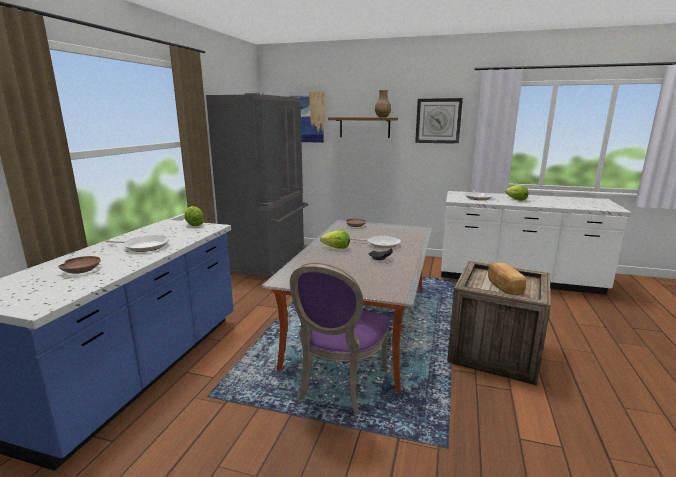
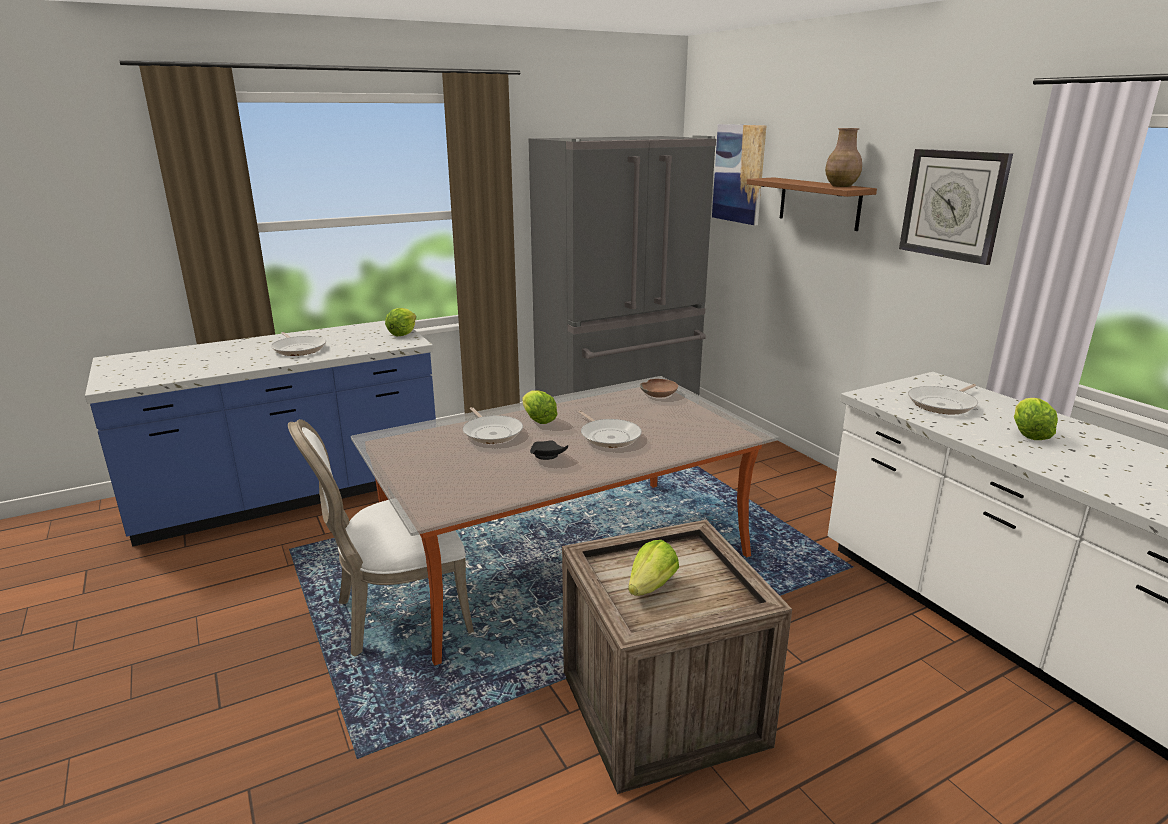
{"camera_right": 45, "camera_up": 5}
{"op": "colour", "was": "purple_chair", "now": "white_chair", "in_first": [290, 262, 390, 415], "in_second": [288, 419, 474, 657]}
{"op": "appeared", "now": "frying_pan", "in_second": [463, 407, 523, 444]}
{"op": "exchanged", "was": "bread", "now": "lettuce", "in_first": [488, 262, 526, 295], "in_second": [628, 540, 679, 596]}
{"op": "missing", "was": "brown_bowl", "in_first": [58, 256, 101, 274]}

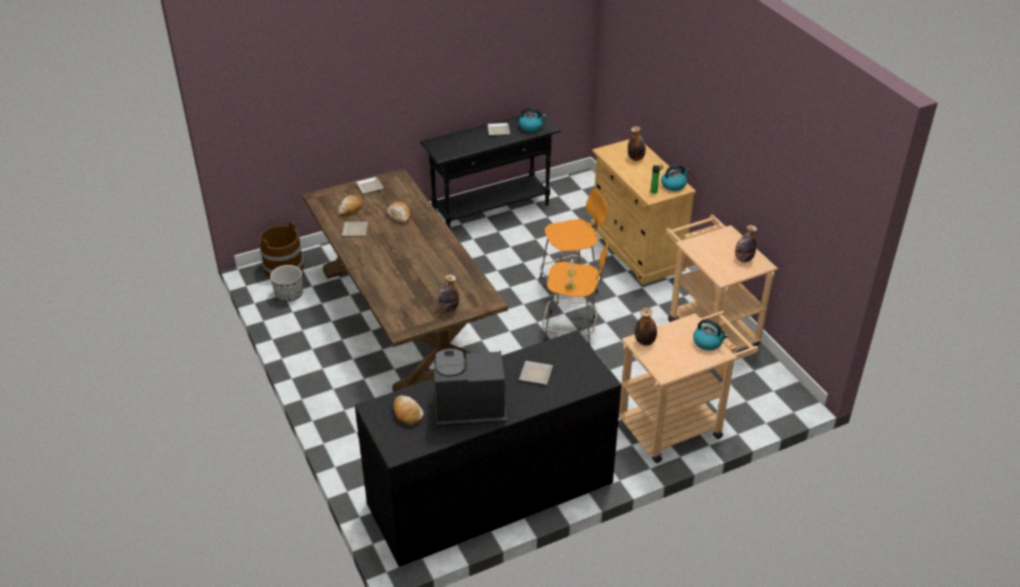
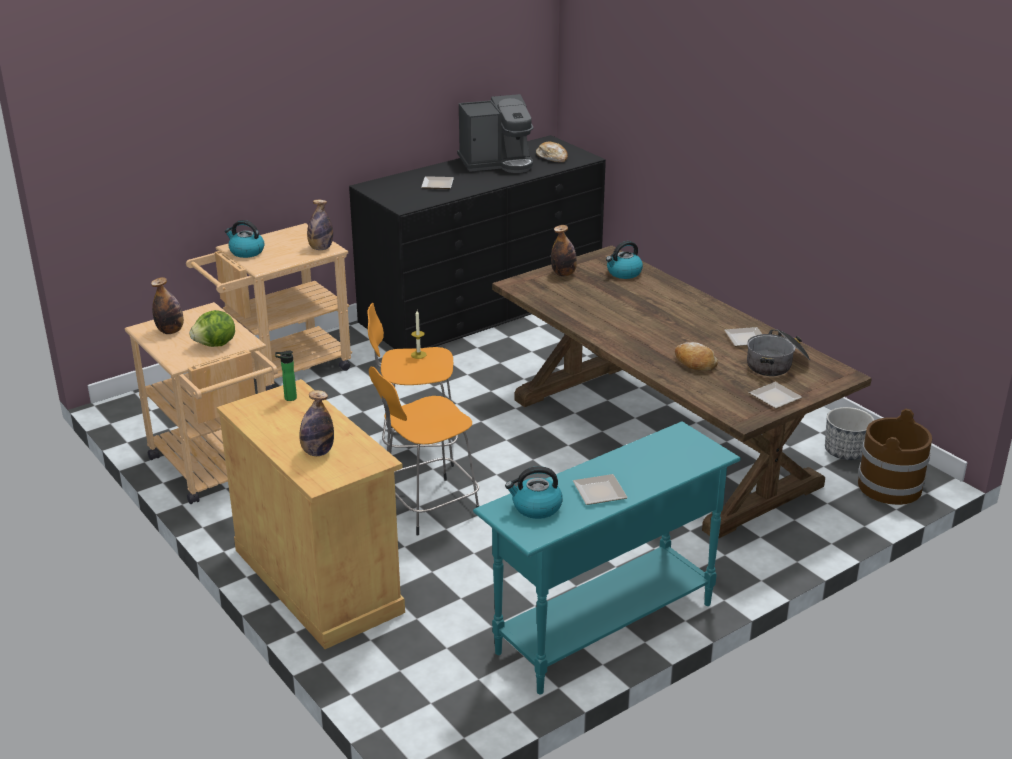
{"camera_right": 170, "camera_up": -10}
{"op": "appeared", "now": "lettuce", "in_second": [189, 310, 235, 347]}
{"op": "colour", "was": "black_console_table", "now": "turquoise_console_table", "in_first": [420, 110, 561, 228], "in_second": [473, 421, 741, 694]}
{"op": "relocated", "was": "kettle", "in_first": [661, 164, 690, 191], "in_second": [606, 241, 643, 279]}
{"op": "exchanged", "was": "bread", "now": "cooking_pot", "in_first": [338, 195, 363, 216], "in_second": [747, 329, 810, 376]}

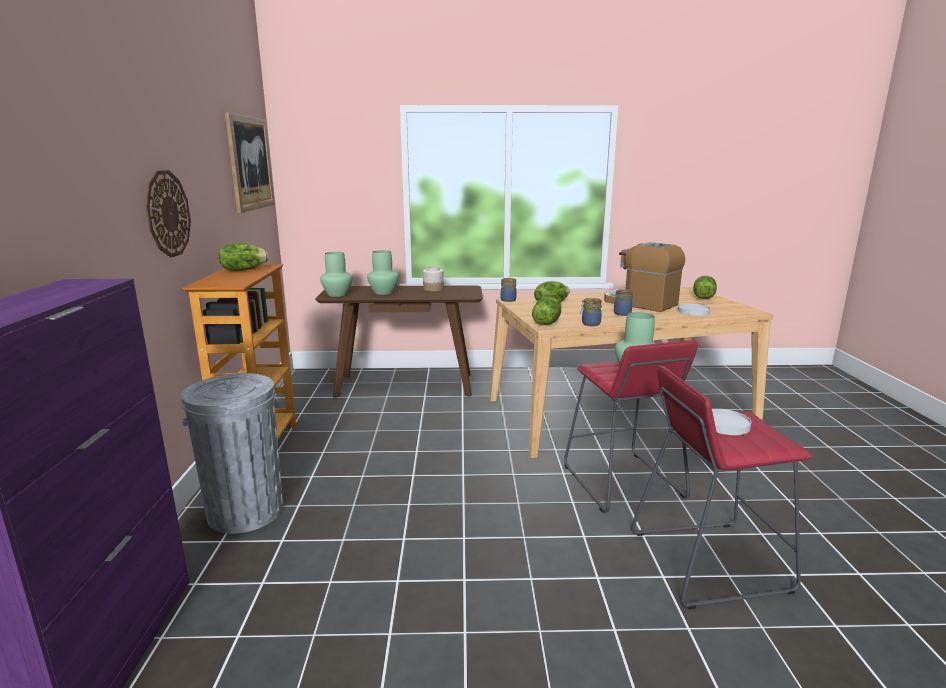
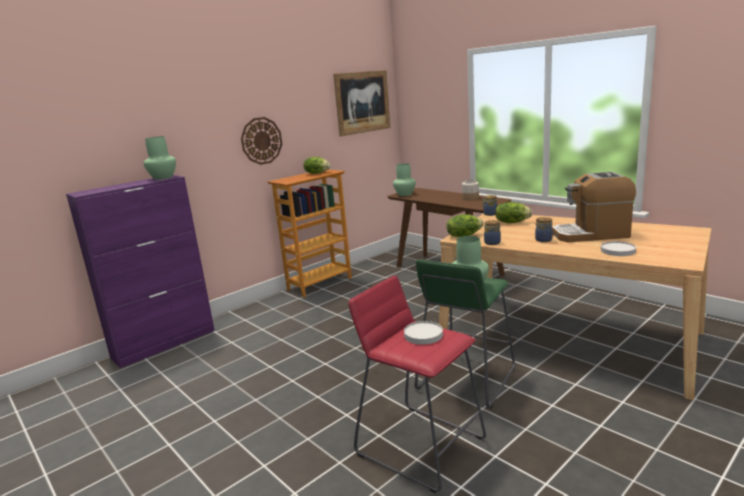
{"camera_right": 50, "camera_up": 0}
{"op": "relocated", "was": "green_vase", "in_first": [367, 250, 399, 295], "in_second": [144, 136, 176, 180]}
{"op": "colour", "was": "red_stool", "now": "green_stool", "in_first": [564, 340, 698, 513], "in_second": [414, 260, 515, 409]}
{"op": "spun", "was": "coffee_machine", "in_first": [604, 242, 685, 312], "in_second": [552, 172, 636, 242], "clockwise": -90}
{"op": "missing", "was": "grey_trash_can", "in_first": [181, 373, 283, 534]}
{"op": "missing", "was": "lettuce", "in_first": [693, 276, 717, 299]}

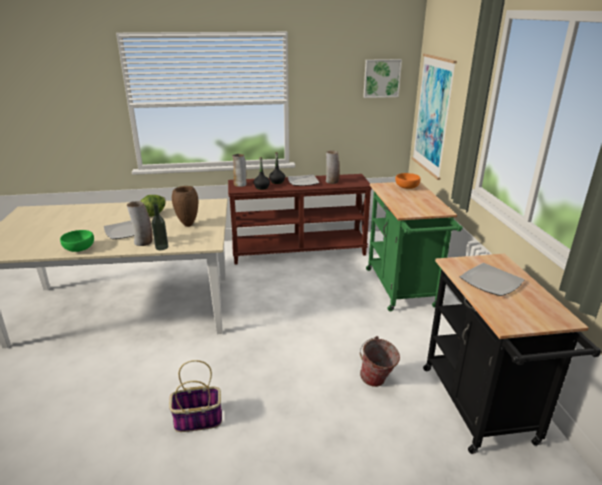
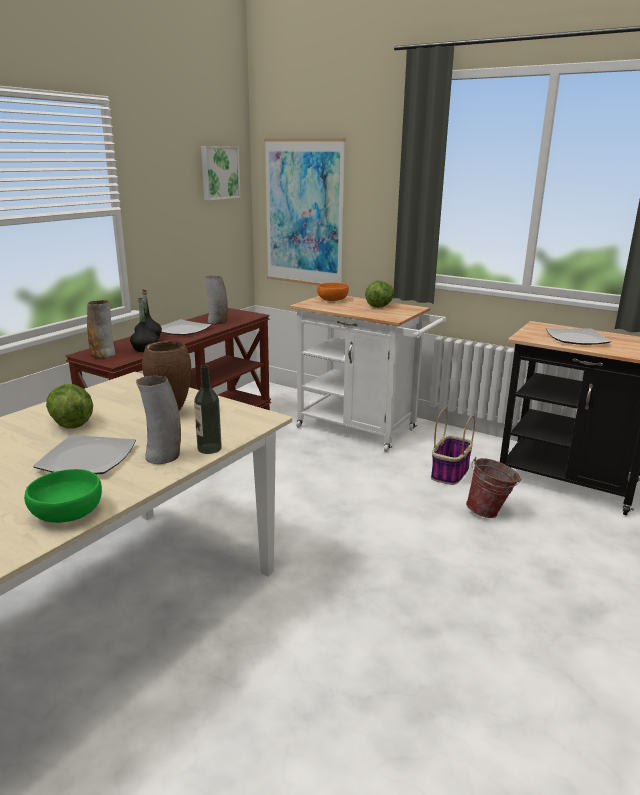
{"camera_right": -50, "camera_up": -5}
{"op": "colour", "was": "green_cart", "now": "white_cart", "in_first": [366, 182, 463, 311], "in_second": [290, 296, 446, 452]}
{"op": "appeared", "now": "lettuce", "in_second": [365, 281, 394, 308]}
{"op": "relocated", "was": "basket", "in_first": [169, 360, 222, 432], "in_second": [431, 409, 475, 485]}

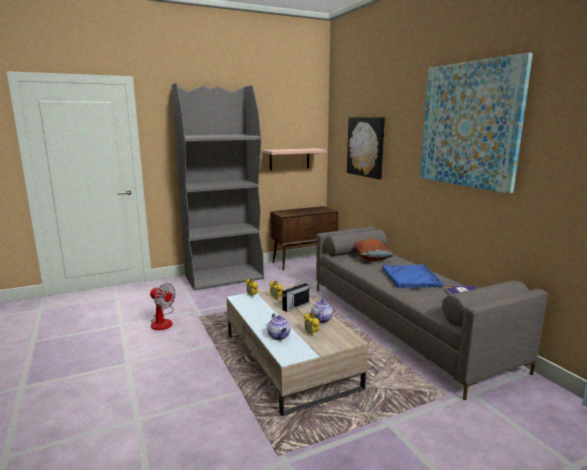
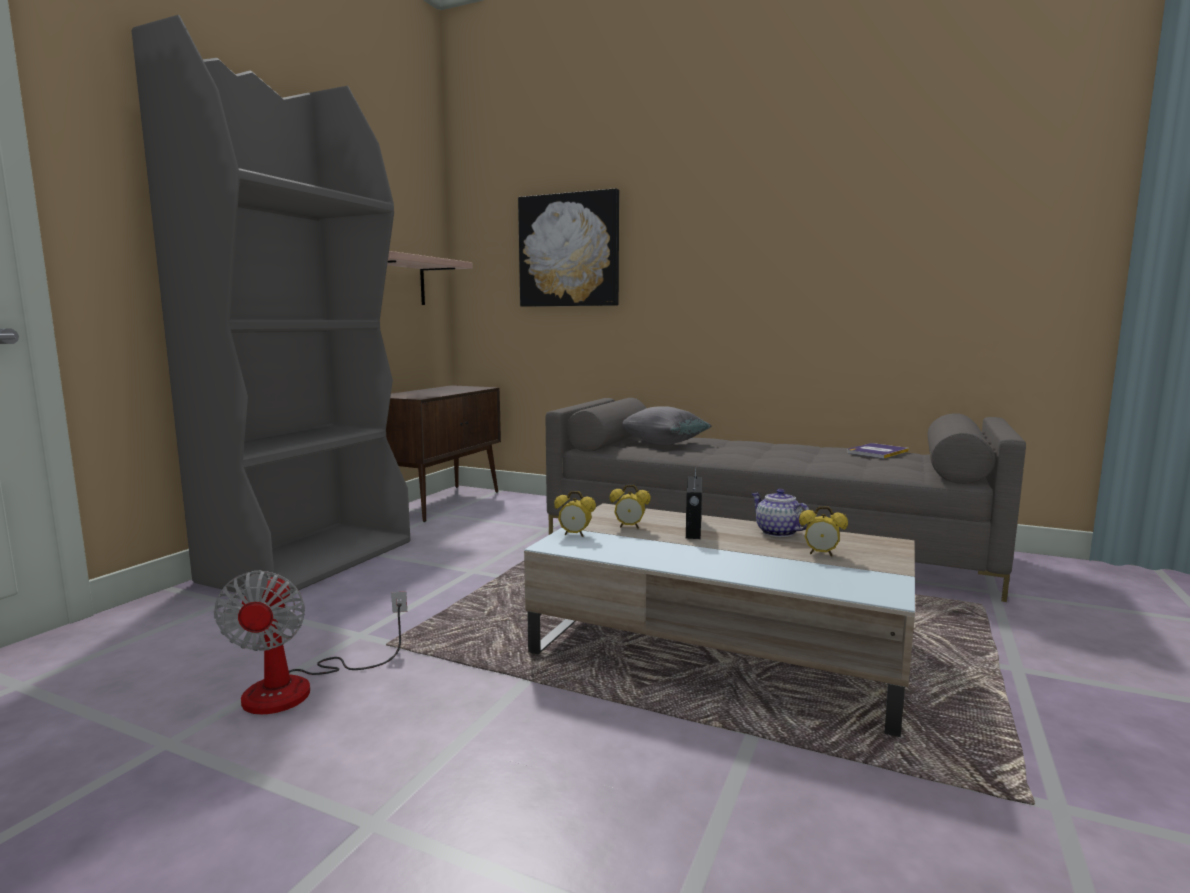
{"camera_right": -40, "camera_up": -5}
{"op": "spun", "was": "fan", "in_first": [150, 283, 176, 330], "in_second": [214, 570, 407, 715], "clockwise": 90}
{"op": "colour", "was": "brown_pillow", "now": "grey_pillow", "in_first": [354, 239, 395, 261], "in_second": [623, 406, 712, 445]}
{"op": "missing", "was": "teapot", "in_first": [267, 313, 291, 340]}
{"op": "missing", "was": "blue_tray", "in_first": [382, 264, 443, 288]}
{"op": "missing", "was": "picture", "in_first": [420, 53, 533, 194]}

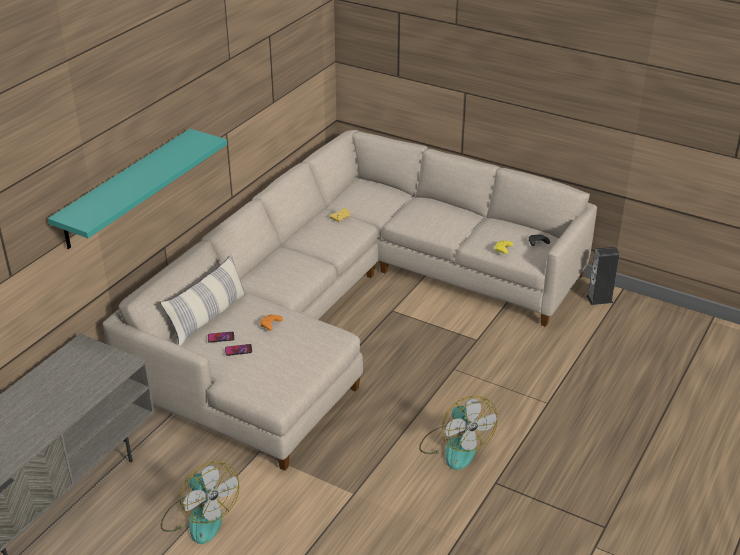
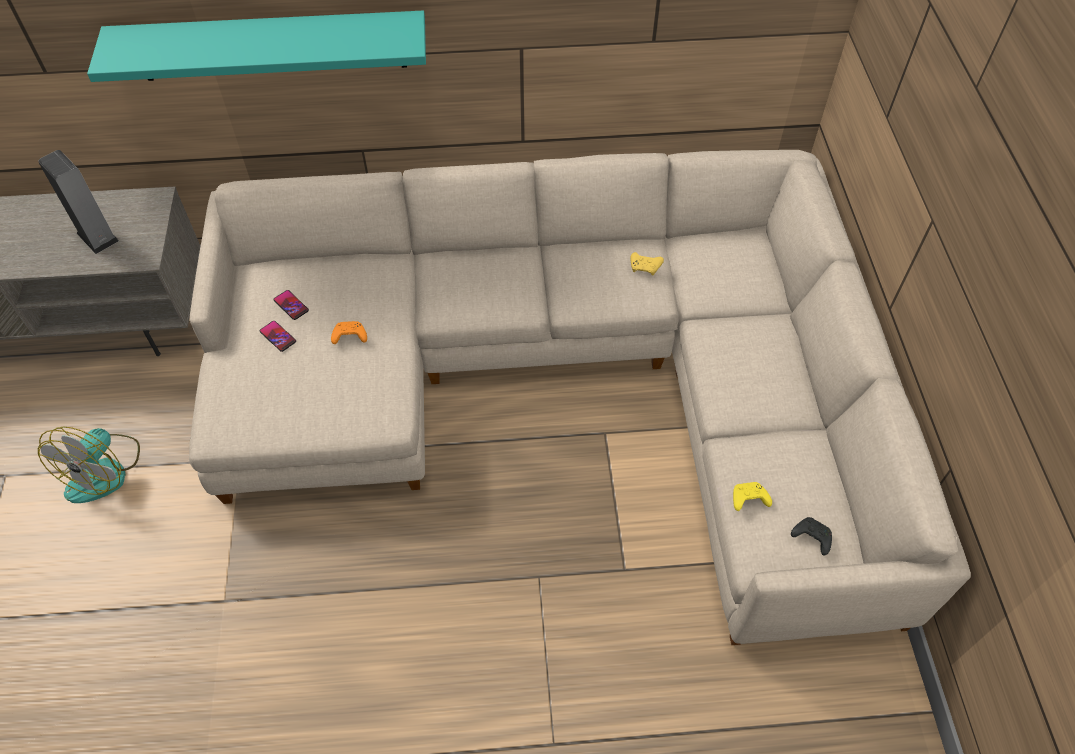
{"camera_right": 55, "camera_up": 20}
{"op": "relocated", "was": "speaker", "in_first": [586, 247, 620, 305], "in_second": [38, 150, 119, 254]}
{"op": "missing", "was": "pillow", "in_first": [161, 254, 247, 346]}
{"op": "missing", "was": "fan", "in_first": [419, 396, 497, 470]}

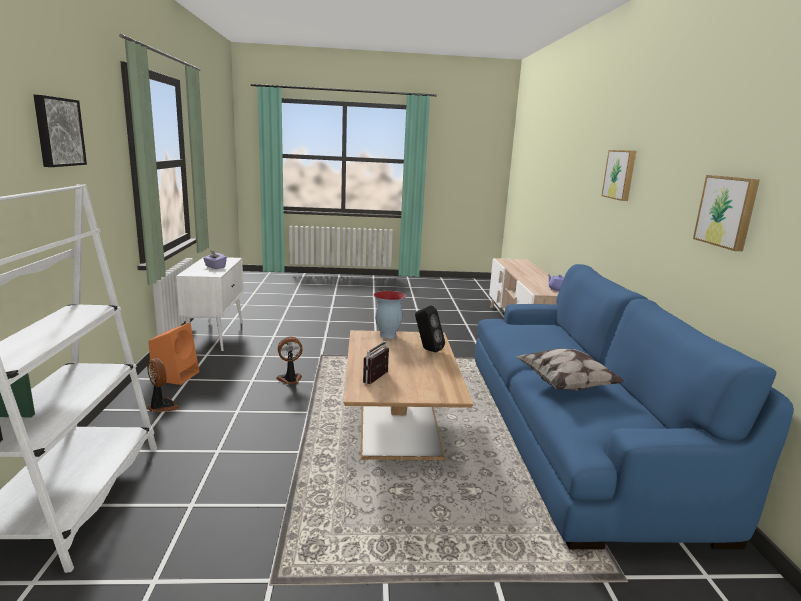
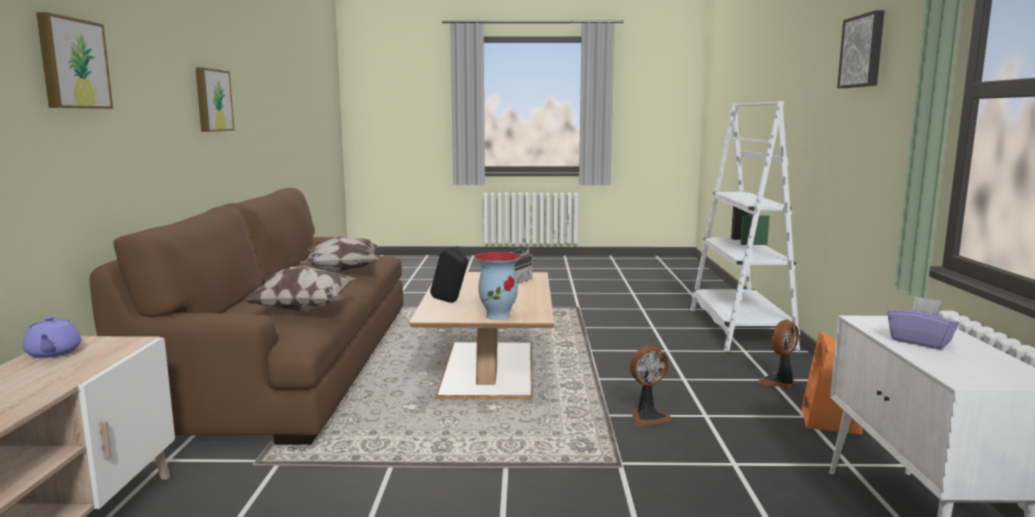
{"camera_right": -175, "camera_up": -5}
{"op": "colour", "was": "blue_sofa", "now": "brown_sofa", "in_first": [475, 264, 794, 550], "in_second": [90, 188, 403, 445]}
{"op": "appeared", "now": "pillow", "in_second": [243, 266, 356, 311]}
{"op": "spun", "was": "fan", "in_first": [147, 358, 180, 412], "in_second": [758, 320, 799, 388], "clockwise": 90}

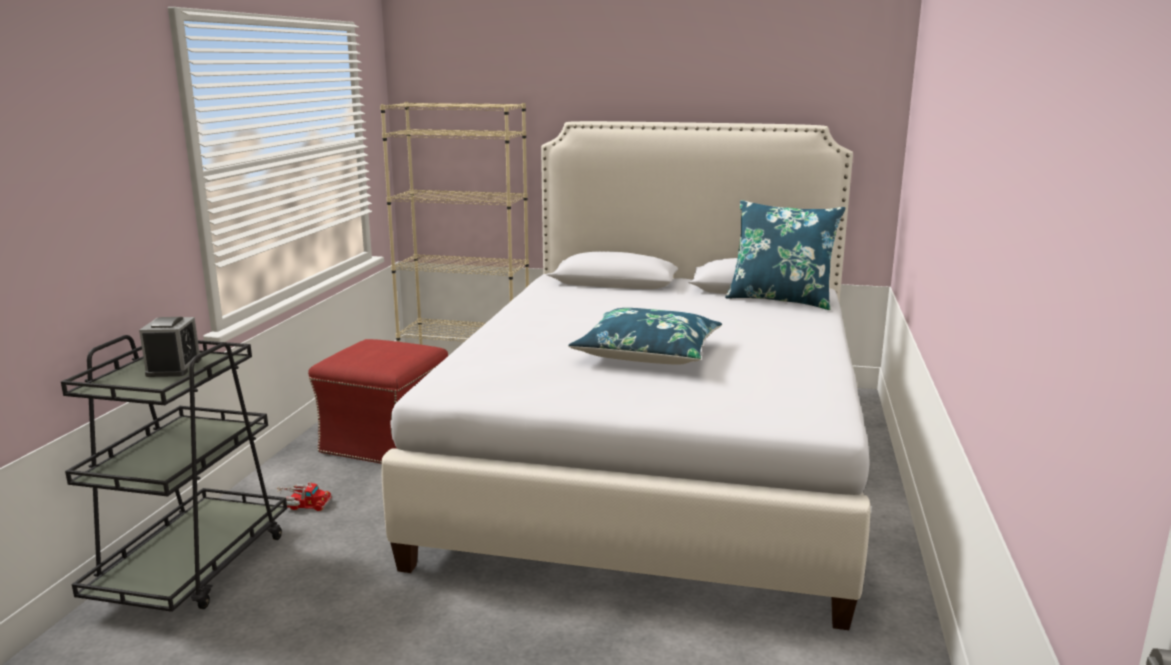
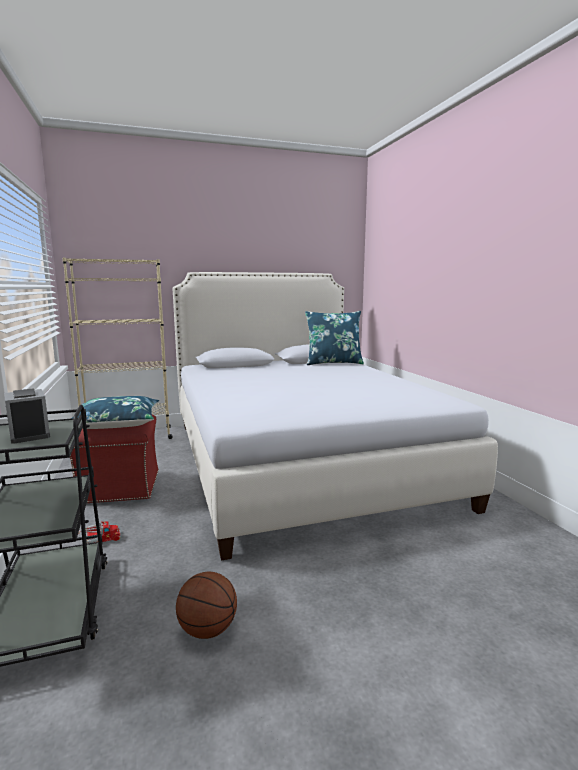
{"camera_right": -30, "camera_up": -5}
{"op": "relocated", "was": "blue_pillow", "in_first": [568, 308, 722, 365], "in_second": [71, 396, 159, 429]}
{"op": "appeared", "now": "basketball", "in_second": [176, 572, 237, 639]}

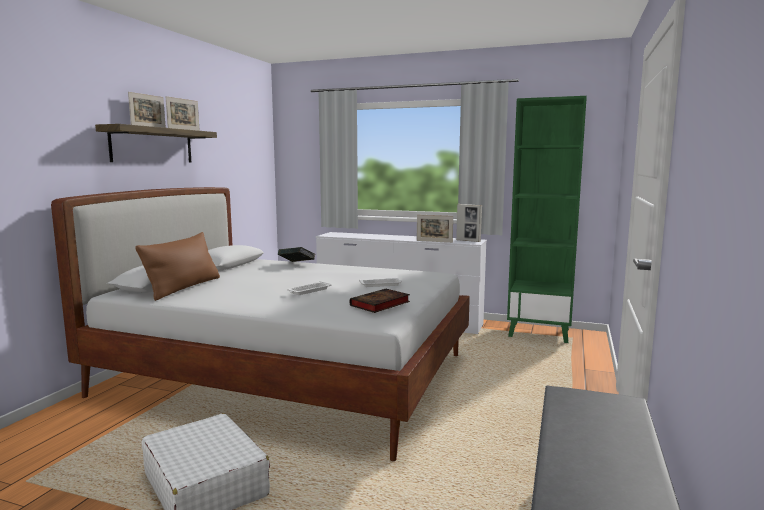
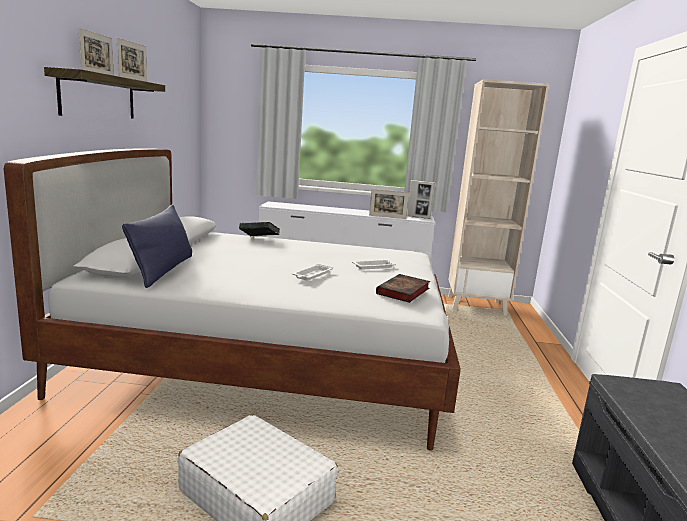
{"camera_right": -15, "camera_up": 5}
{"op": "colour", "was": "brown_pillow", "now": "blue_pillow", "in_first": [135, 232, 220, 301], "in_second": [122, 205, 192, 288]}
{"op": "colour", "was": "green_bookcase", "now": "beige_bookcase", "in_first": [507, 96, 587, 343], "in_second": [448, 79, 549, 316]}

